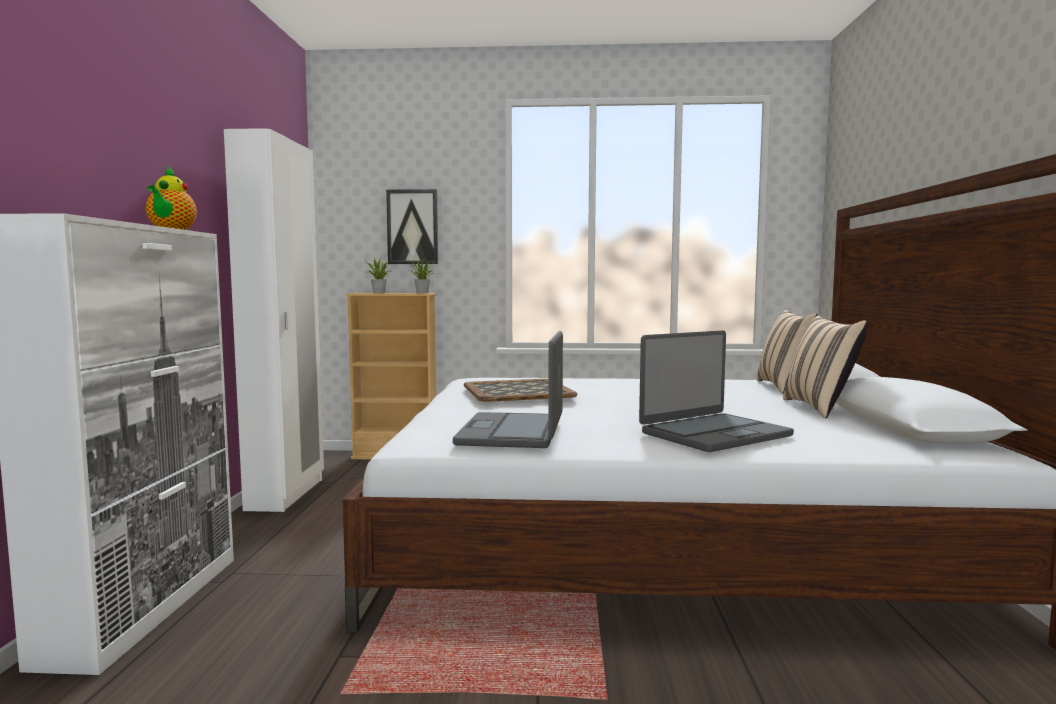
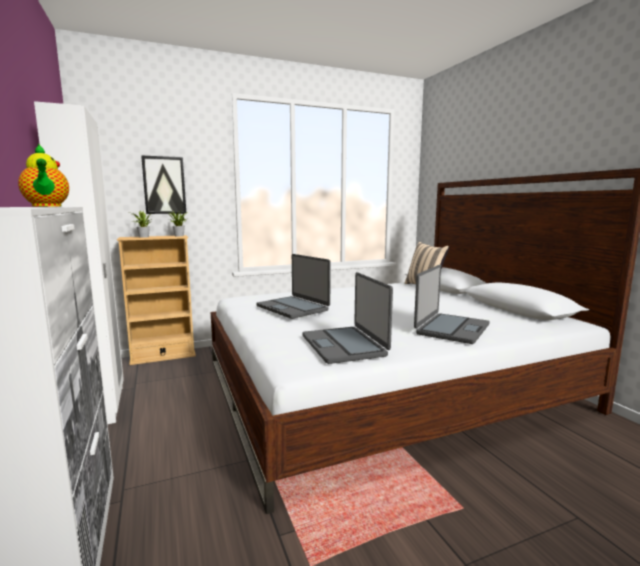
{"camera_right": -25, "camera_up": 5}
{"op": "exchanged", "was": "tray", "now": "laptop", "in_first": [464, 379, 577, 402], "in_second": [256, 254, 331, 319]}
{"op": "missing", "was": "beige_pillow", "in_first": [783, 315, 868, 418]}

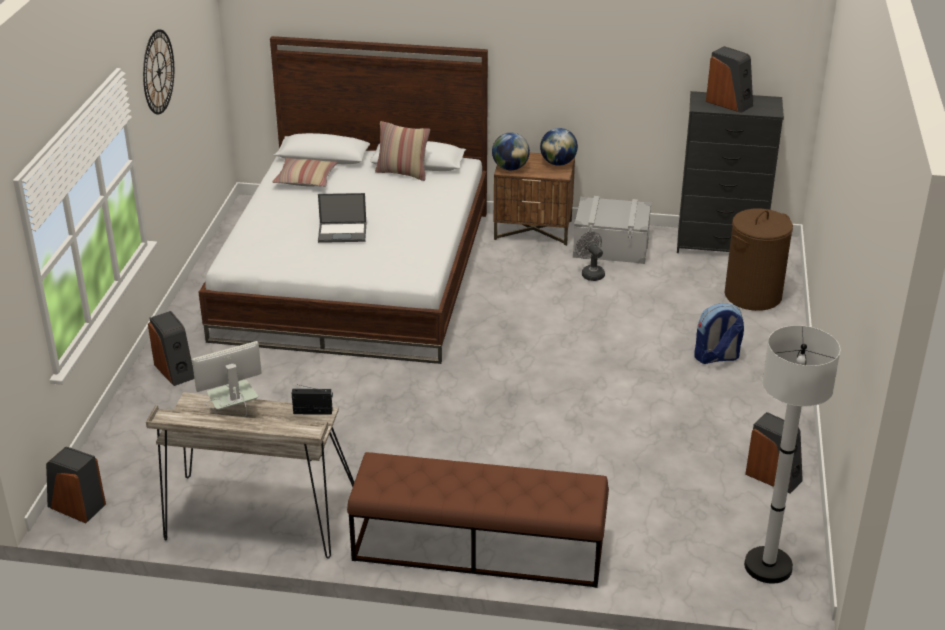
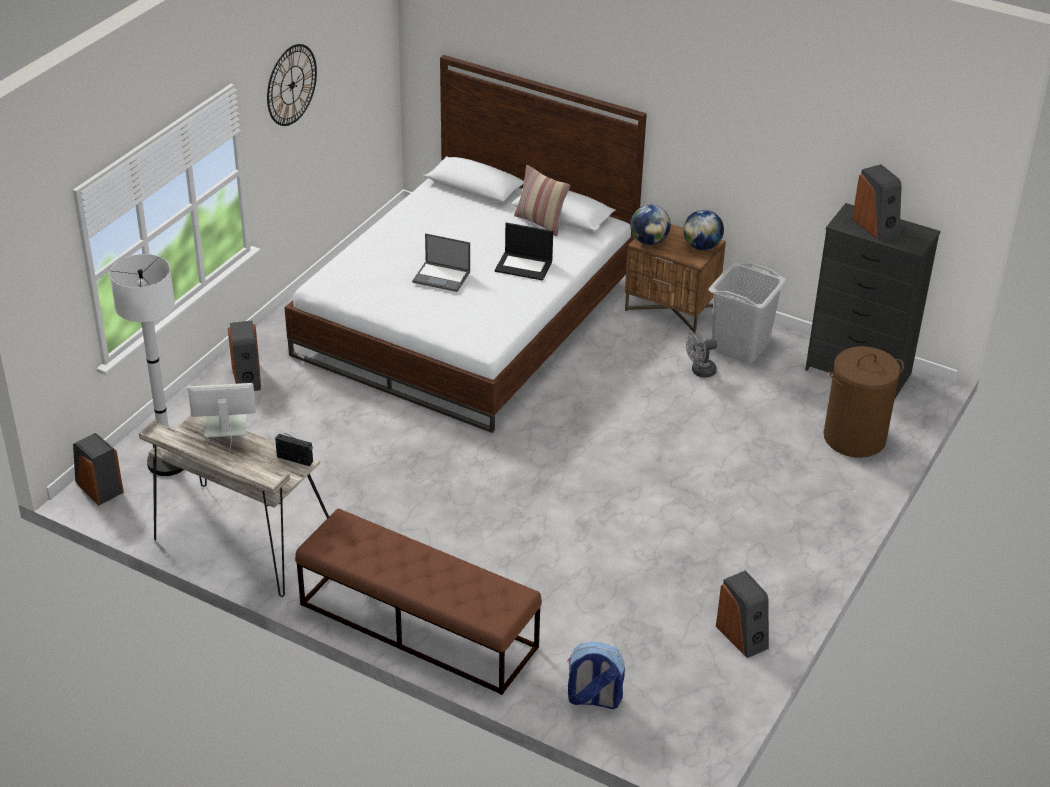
{"camera_right": 20, "camera_up": 5}
{"op": "relocated", "was": "white_floor_lamp", "in_first": [744, 325, 840, 584], "in_second": [110, 254, 184, 476]}
{"op": "appeared", "now": "laptop", "in_second": [495, 223, 553, 281]}
{"op": "relocated", "was": "backpack", "in_first": [694, 303, 744, 364], "in_second": [567, 642, 625, 709]}
{"op": "spun", "was": "grey_fan", "in_first": [575, 231, 605, 281], "in_second": [686, 332, 717, 378], "clockwise": -105}
{"op": "exchanged", "was": "grey_storage_box", "now": "grey_laundry_basket", "in_first": [573, 196, 651, 264], "in_second": [709, 262, 787, 362]}
{"op": "missing", "was": "pillow", "in_first": [272, 158, 338, 187]}

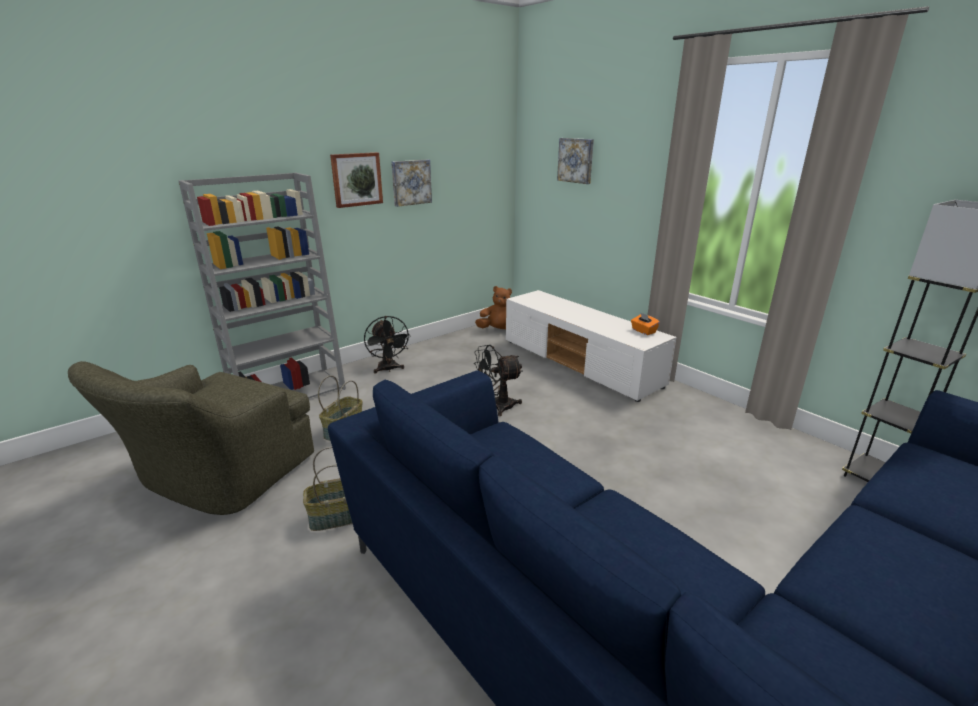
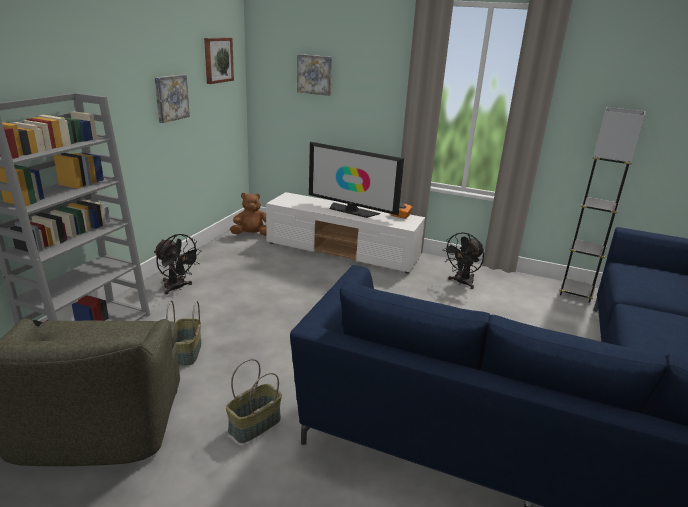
{"camera_right": -30, "camera_up": 0}
{"op": "relocated", "was": "picture", "in_first": [330, 152, 383, 208], "in_second": [204, 37, 234, 84]}
{"op": "appeared", "now": "television", "in_second": [309, 142, 404, 218]}
{"op": "relocated", "was": "black_fan", "in_first": [474, 345, 522, 416], "in_second": [442, 232, 484, 289]}

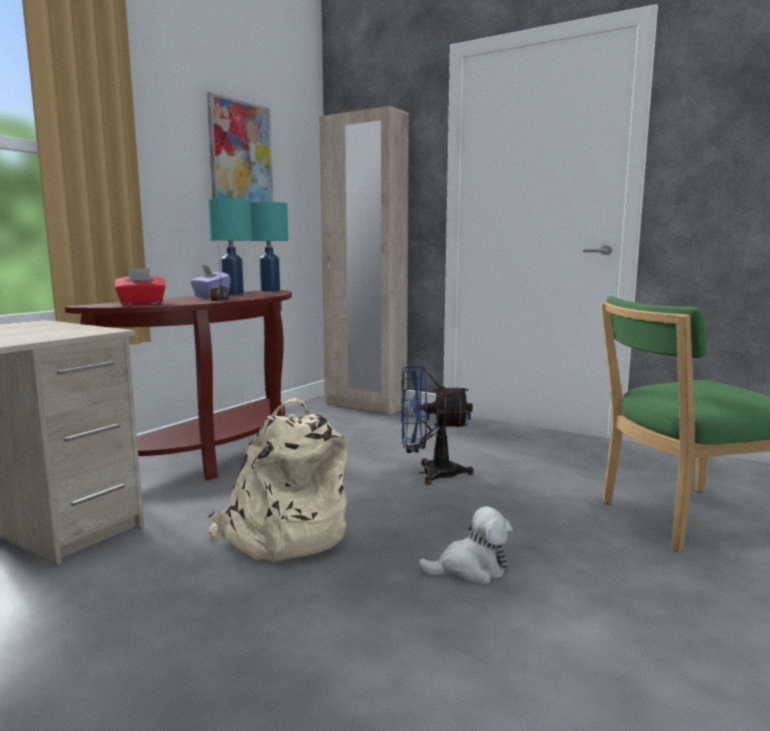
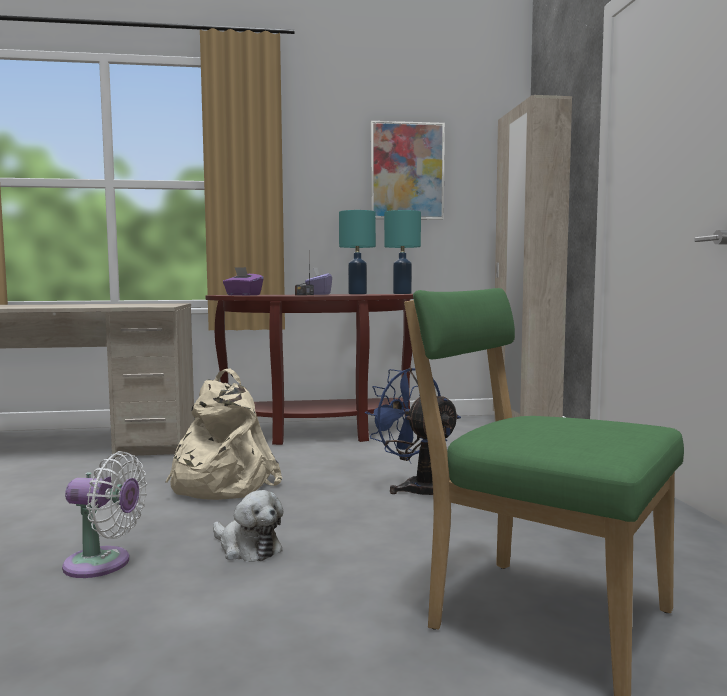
{"camera_right": 50, "camera_up": -5}
{"op": "appeared", "now": "white_fan", "in_second": [62, 451, 147, 578]}
{"op": "colour", "was": "red_tissue_box", "now": "purple_tissue_box", "in_first": [115, 268, 165, 306], "in_second": [223, 267, 264, 296]}

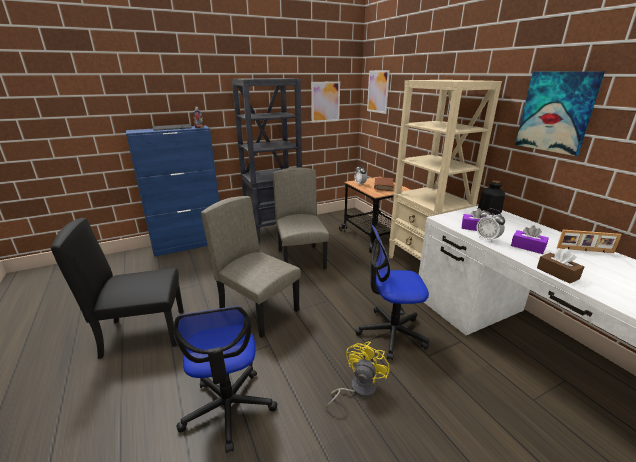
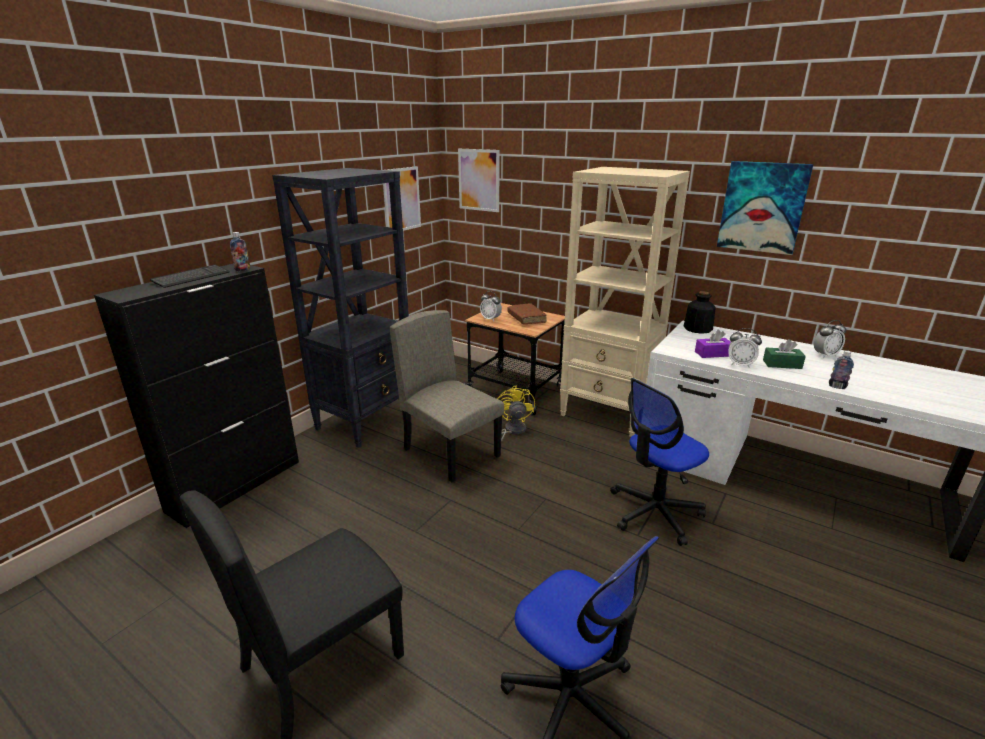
{"camera_right": -30, "camera_up": 0}
{"op": "colour", "was": "blue_cabinet", "now": "black_cabinet", "in_first": [126, 125, 219, 257], "in_second": [94, 264, 299, 528]}
{"op": "relocated", "was": "yellow_fan", "in_first": [326, 342, 390, 408], "in_second": [497, 385, 535, 442]}
{"op": "colour", "was": "purple_tissue_box", "now": "green_tissue_box", "in_first": [511, 225, 549, 254], "in_second": [763, 339, 806, 369]}
{"op": "exchanged", "was": "picture_frame", "now": "alarm_clock", "in_first": [557, 230, 622, 253], "in_second": [814, 320, 846, 358]}
{"op": "exchanged", "was": "brown_tissue_box", "now": "bottle", "in_first": [537, 248, 584, 284], "in_second": [829, 350, 854, 389]}
{"op": "missing", "was": "beige_chair", "in_first": [201, 196, 301, 338]}

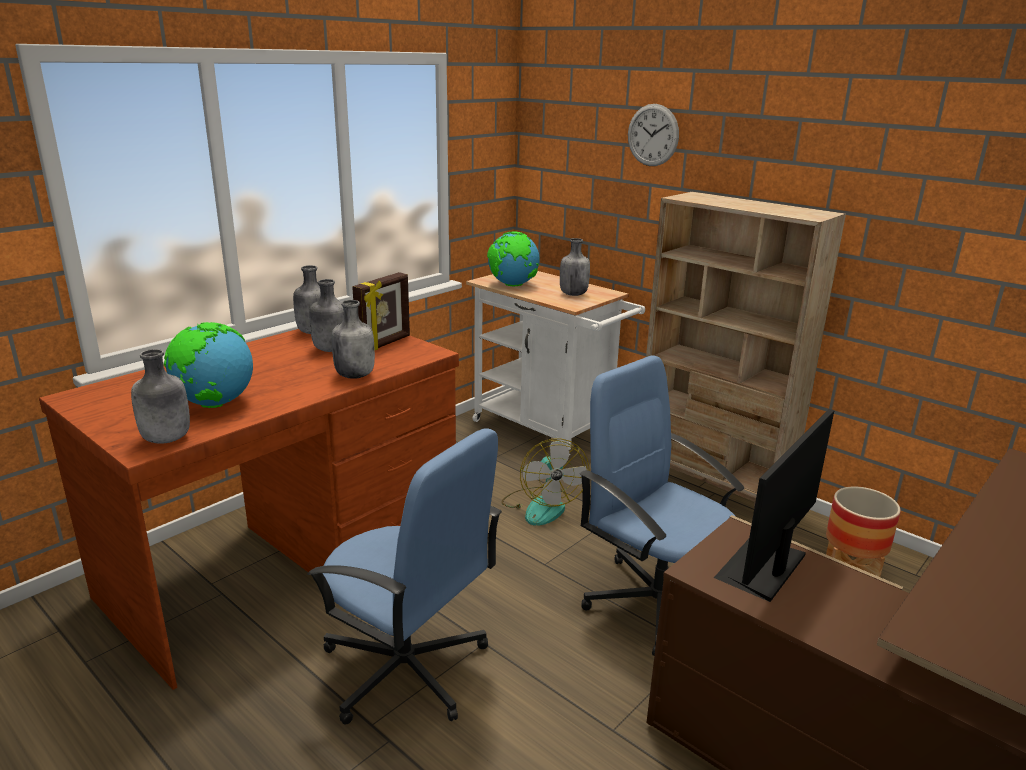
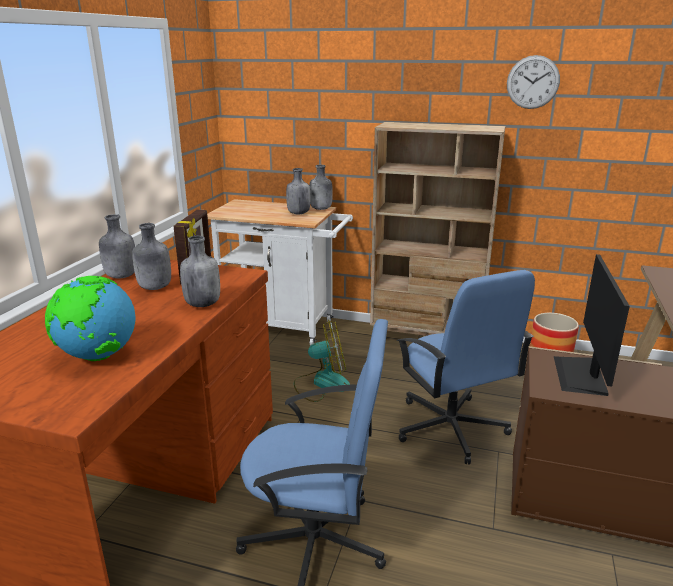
{"camera_right": -25, "camera_up": 0}
{"op": "spun", "was": "fan", "in_first": [501, 438, 590, 525], "in_second": [294, 320, 350, 402], "clockwise": -60}
{"op": "relocated", "was": "grey_bottle", "in_first": [131, 349, 190, 444], "in_second": [309, 165, 333, 210]}
{"op": "spun", "was": "blue_office_chair", "in_first": [579, 355, 744, 656], "in_second": [397, 270, 535, 465], "clockwise": -135}
{"op": "relocated", "was": "wall_clock", "in_first": [628, 104, 679, 166], "in_second": [507, 55, 560, 109]}
{"op": "missing", "was": "globe", "in_first": [487, 231, 540, 286]}

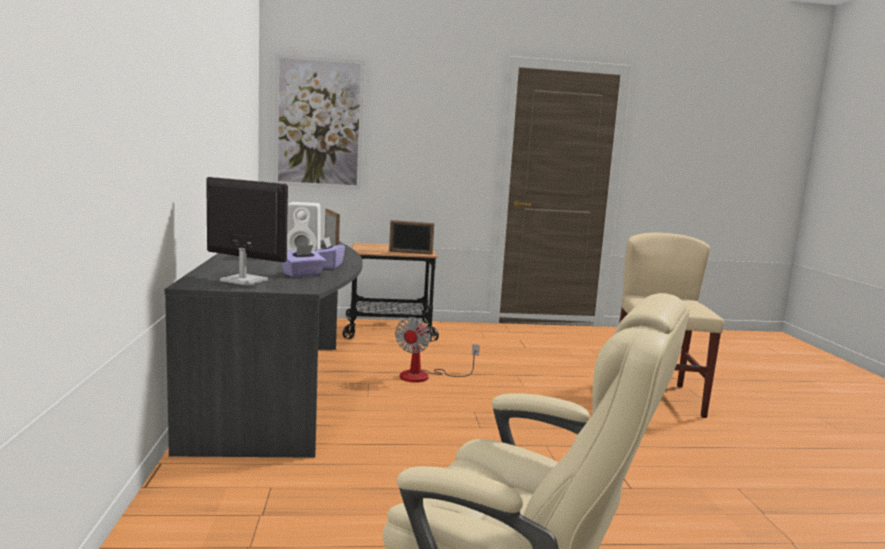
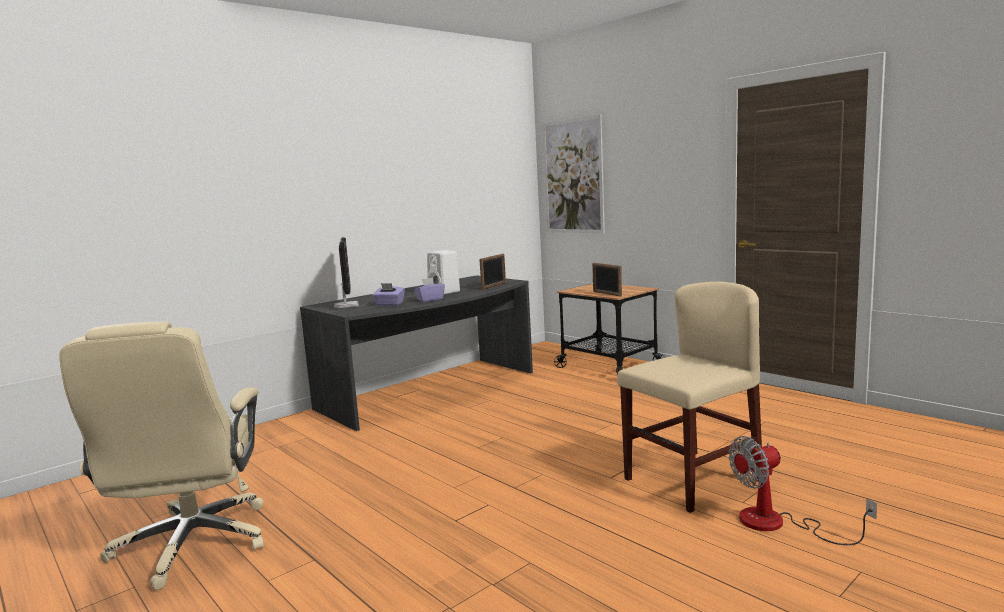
{"camera_right": 55, "camera_up": 0}
{"op": "relocated", "was": "fan", "in_first": [395, 317, 480, 383], "in_second": [729, 436, 877, 545]}

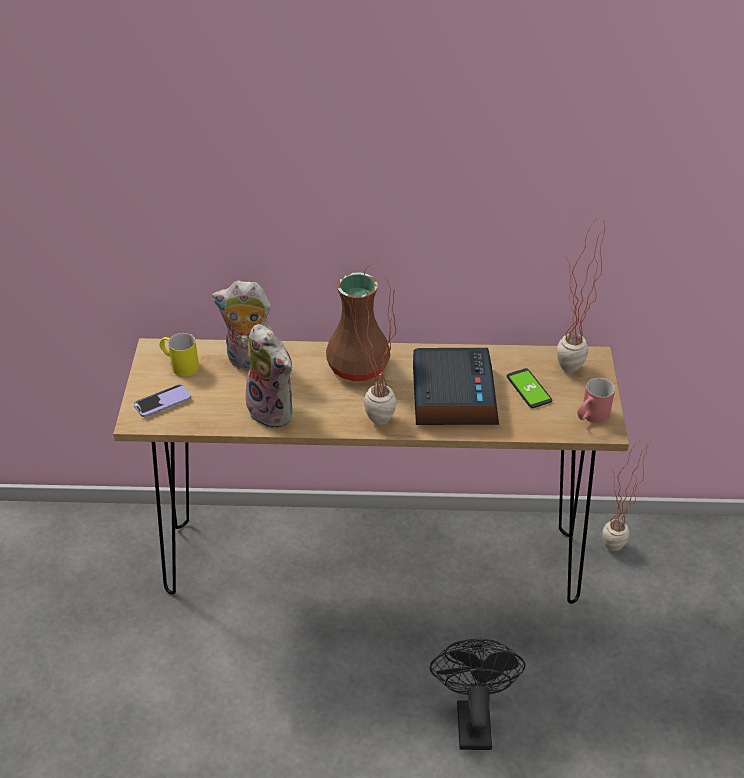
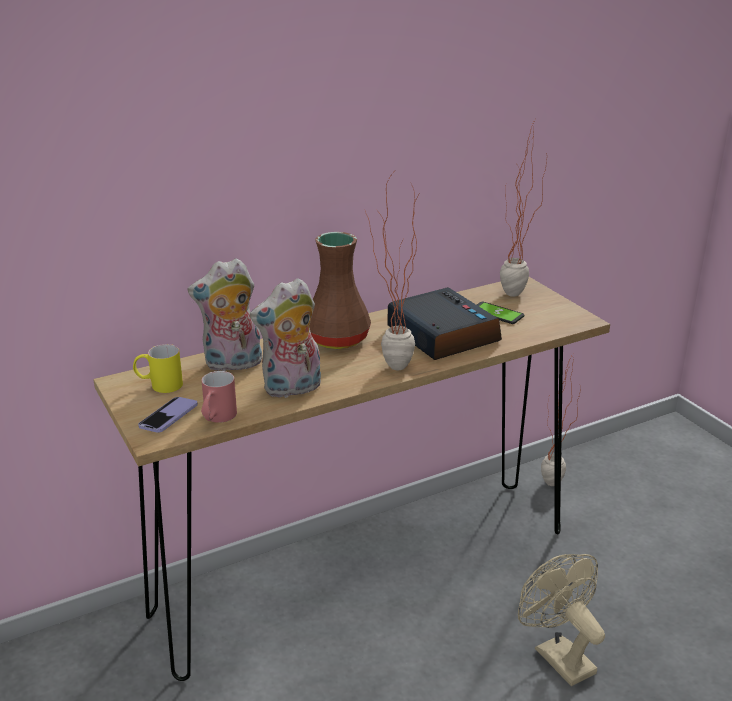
{"camera_right": -30, "camera_up": -15}
{"op": "relocated", "was": "red_mug", "in_first": [577, 378, 615, 423], "in_second": [201, 371, 237, 423]}
{"op": "spun", "was": "plush_toy", "in_first": [245, 324, 292, 429], "in_second": [250, 278, 321, 399], "clockwise": 135}
{"op": "colour", "was": "black_fan", "now": "beige_fan", "in_first": [429, 639, 526, 750], "in_second": [518, 554, 605, 686]}

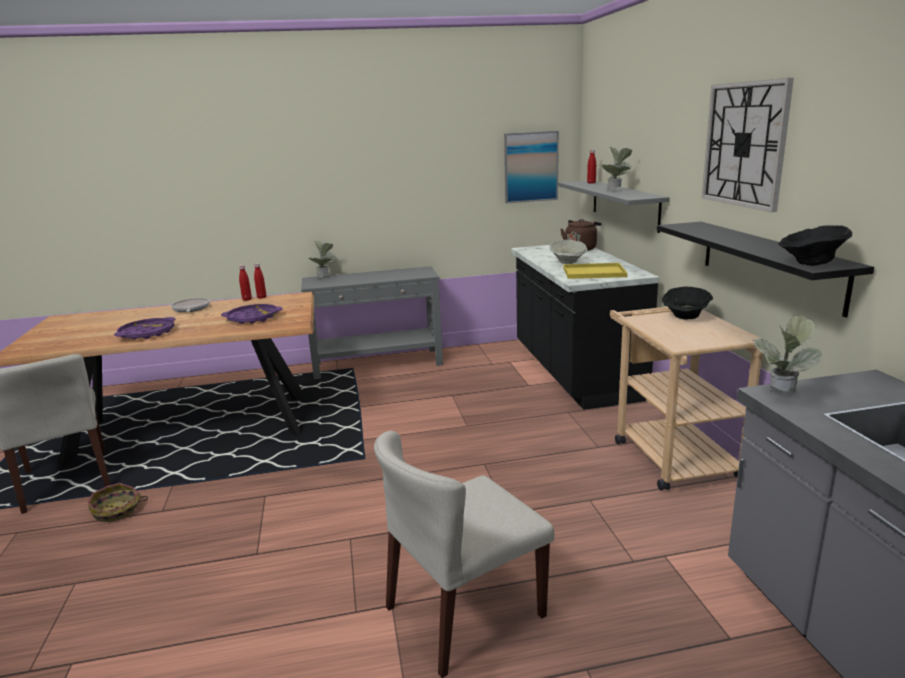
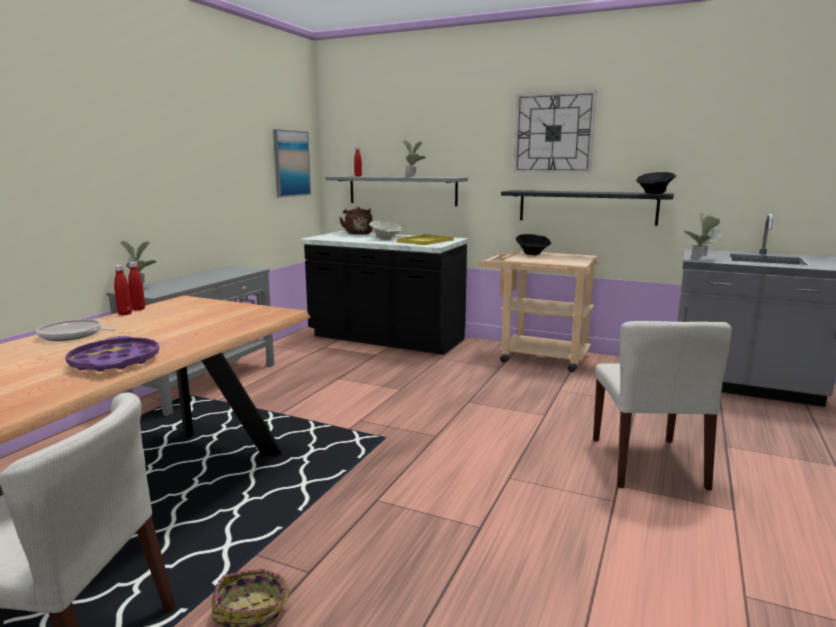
{"camera_right": -55, "camera_up": -5}
{"op": "missing", "was": "purple_tray", "in_first": [221, 304, 283, 324]}

